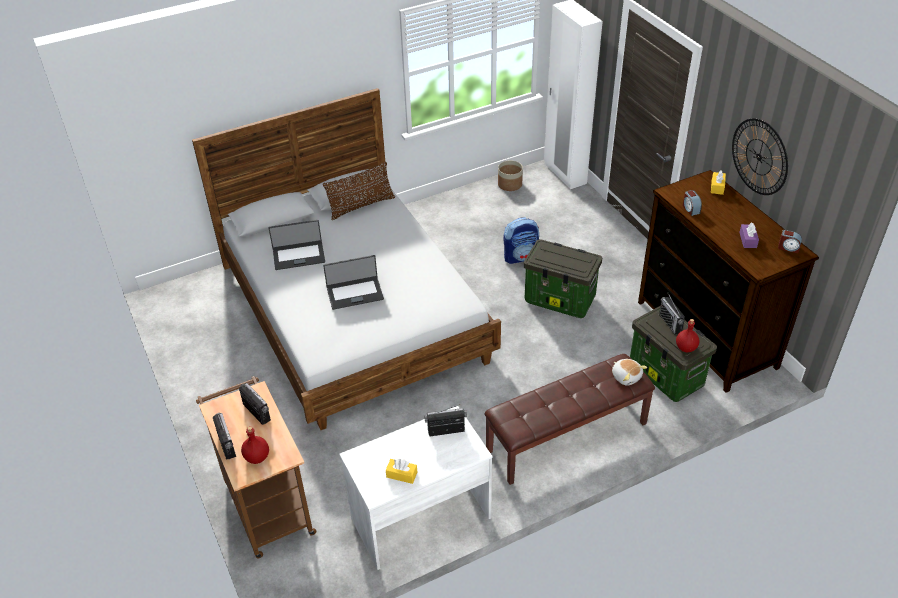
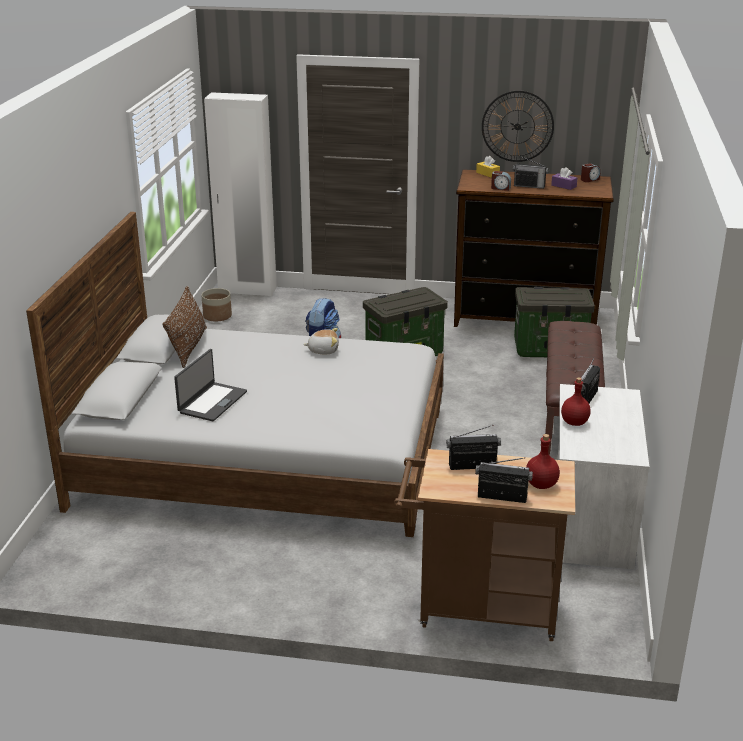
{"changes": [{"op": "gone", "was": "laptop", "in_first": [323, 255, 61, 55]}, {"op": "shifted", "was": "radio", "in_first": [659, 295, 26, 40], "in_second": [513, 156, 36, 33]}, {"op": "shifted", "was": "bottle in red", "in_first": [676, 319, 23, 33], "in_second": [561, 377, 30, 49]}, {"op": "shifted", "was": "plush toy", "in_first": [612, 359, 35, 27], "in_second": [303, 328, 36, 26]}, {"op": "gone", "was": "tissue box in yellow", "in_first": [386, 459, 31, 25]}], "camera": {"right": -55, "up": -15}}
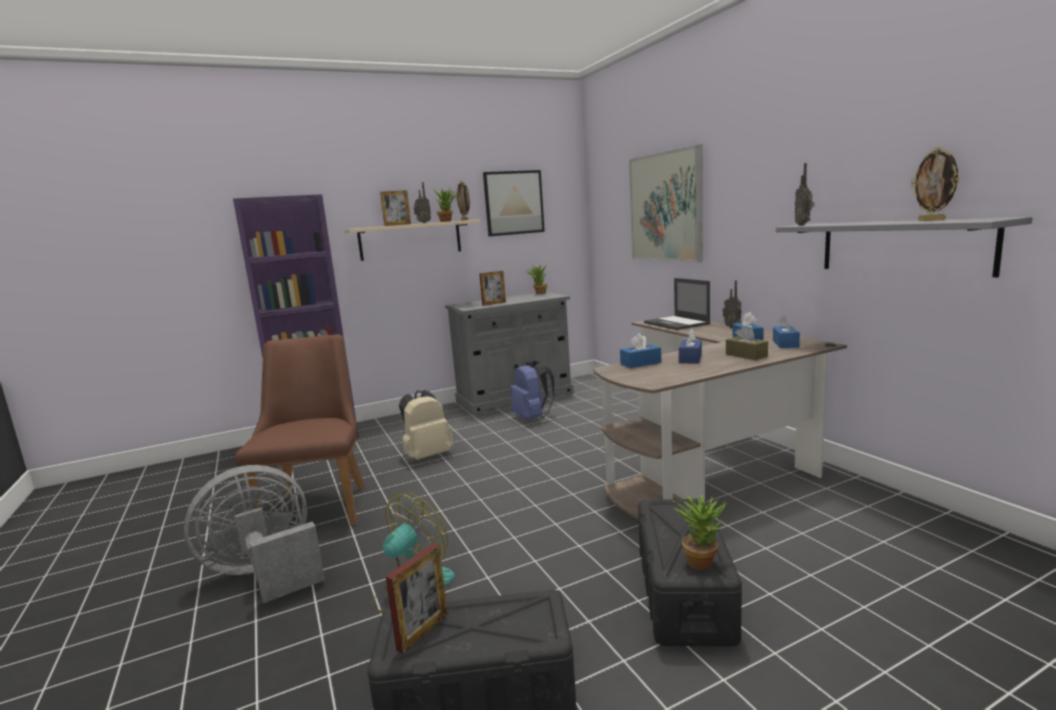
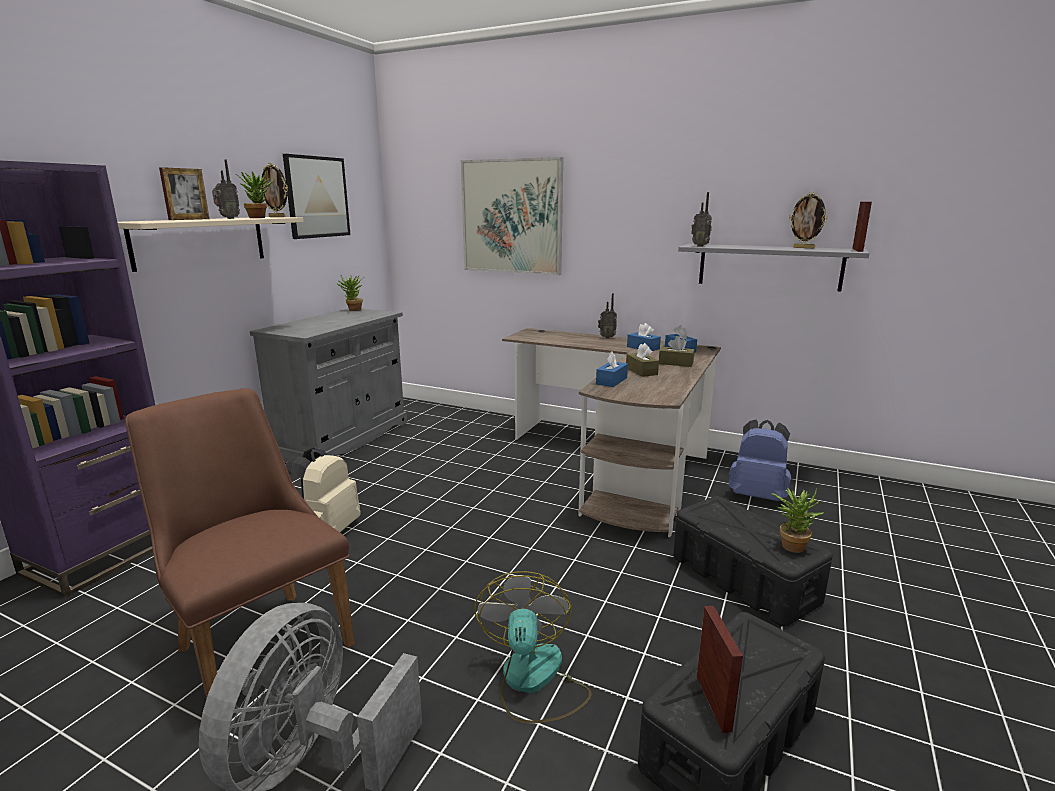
{"changes": [{"op": "shifted", "was": "picture frame", "in_first": [479, 271, 27, 35], "in_second": [852, 202, 20, 50]}, {"op": "gone", "was": "laptop", "in_first": [644, 278, 66, 52]}, {"op": "repainted", "was": "tissue box in blue", "now": "tissue box in brown", "in_first": [679, 329, 23, 35], "in_second": [626, 343, 33, 34]}, {"op": "shifted", "was": "backpack in blue", "in_first": [511, 360, 43, 60], "in_second": [728, 419, 63, 82]}], "camera": {"right": -40, "up": 5}}
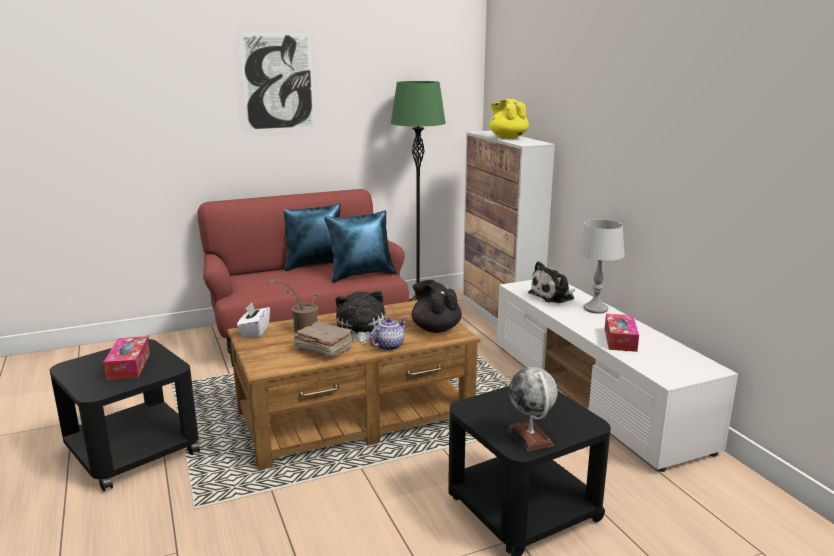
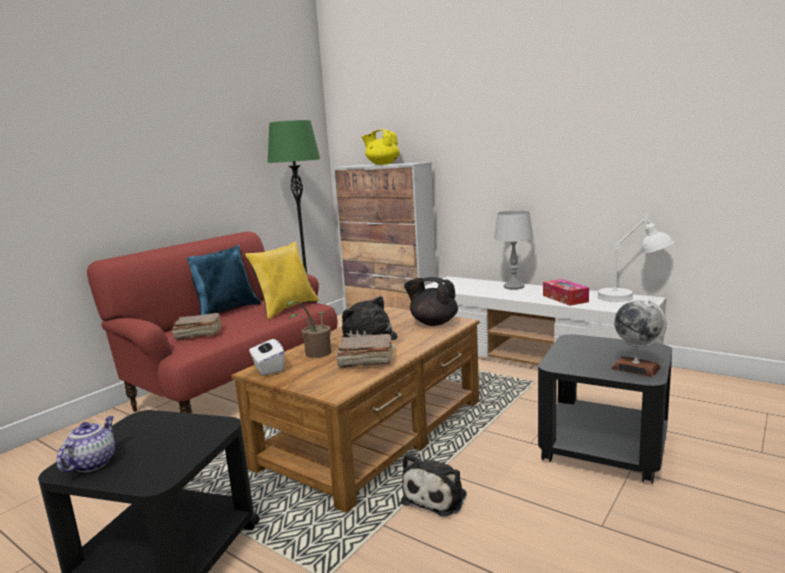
{"changes": [{"op": "gone", "was": "picture", "in_first": [239, 33, 76, 98]}, {"op": "repainted", "was": "pillow in blue", "now": "pillow in yellow", "in_first": [324, 210, 73, 73], "in_second": [245, 241, 74, 79]}, {"op": "shifted", "was": "plush toy", "in_first": [528, 261, 47, 42], "in_second": [401, 453, 66, 64]}, {"op": "shifted", "was": "teapot", "in_first": [369, 318, 38, 33], "in_second": [57, 416, 58, 56]}, {"op": "gone", "was": "tissue box", "in_first": [104, 336, 46, 44]}, {"op": "new", "now": "table lamp in white", "in_second": [597, 214, 77, 88]}, {"op": "new", "now": "book in brown", "in_second": [172, 313, 50, 27]}], "camera": {"right": -30, "up": -5}}
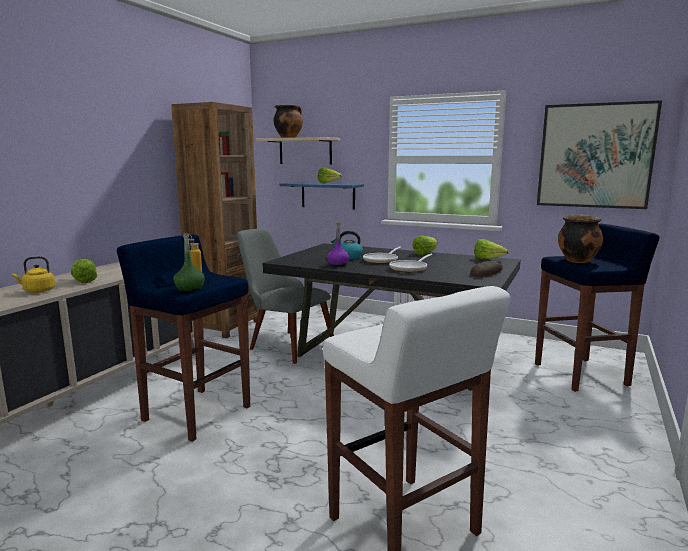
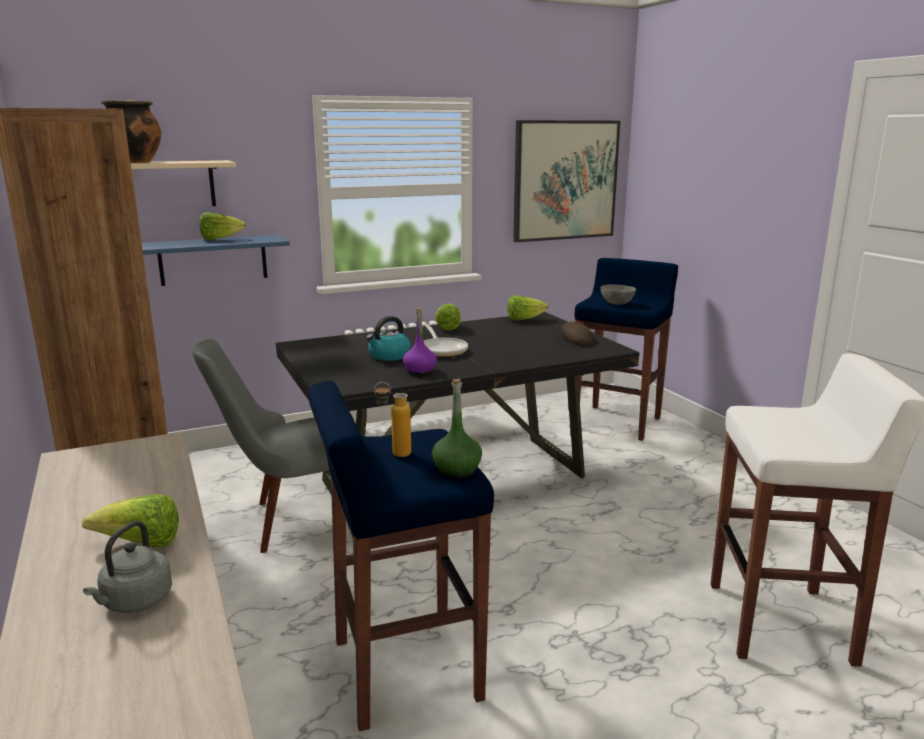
{"changes": [{"op": "swapped", "was": "cooking pot", "now": "bowl in grey", "in_first": [558, 214, 45, 49], "in_second": [600, 284, 36, 21]}, {"op": "gone", "was": "frying pan", "in_first": [389, 254, 44, 19]}, {"op": "repainted", "was": "kettle in yellow", "now": "kettle in grey", "in_first": [12, 256, 43, 37], "in_second": [83, 521, 89, 92]}], "camera": {"right": -50, "up": 5}}
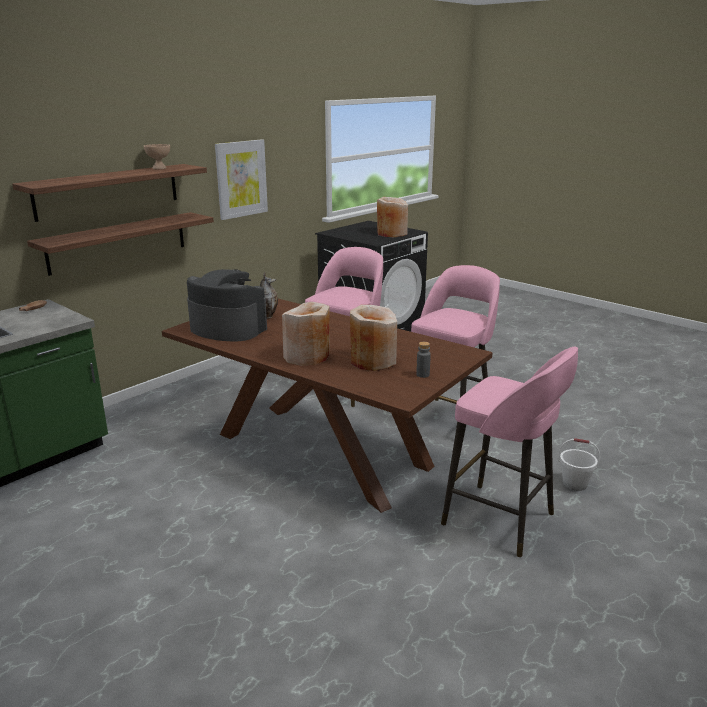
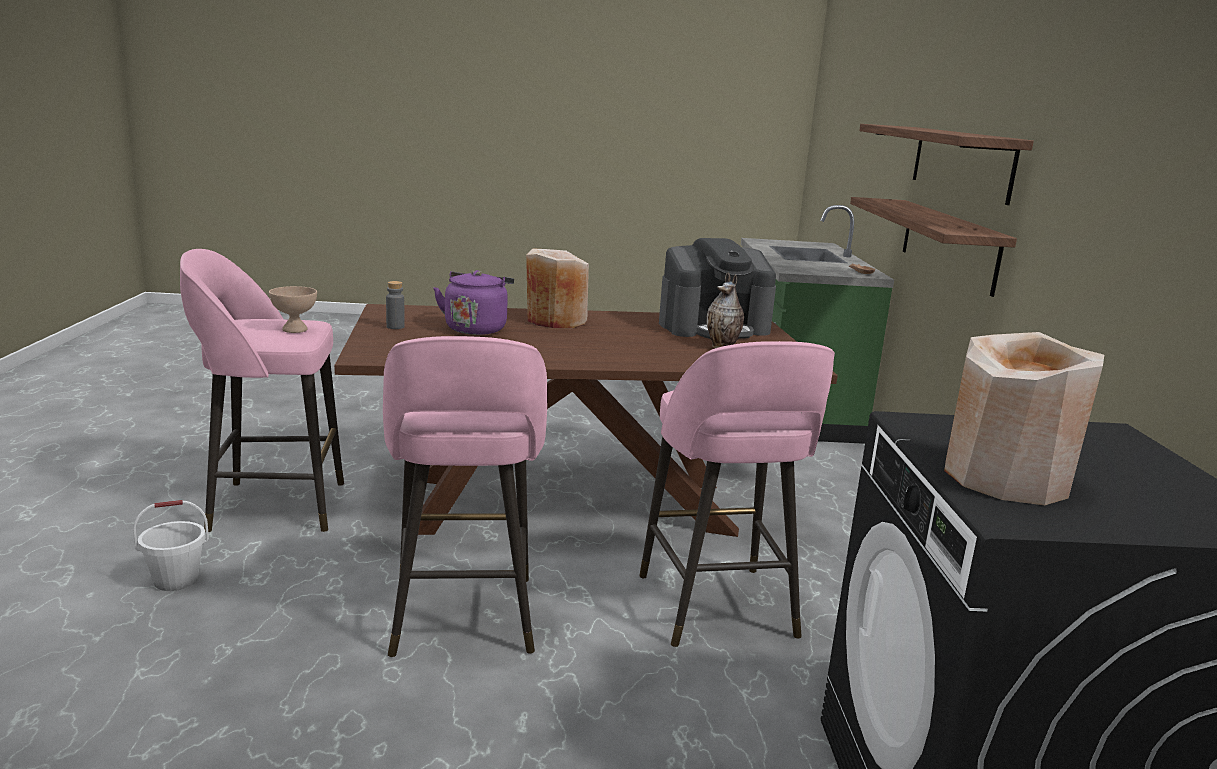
{"changes": [{"op": "gone", "was": "picture", "in_first": [215, 139, 53, 81]}, {"op": "shifted", "was": "bowl in beige", "in_first": [144, 144, 26, 25], "in_second": [269, 286, 48, 47]}, {"op": "swapped", "was": "vase in beige", "now": "kettle in purple", "in_first": [350, 305, 47, 66], "in_second": [433, 270, 81, 65]}], "camera": {"right": 135, "up": -5}}
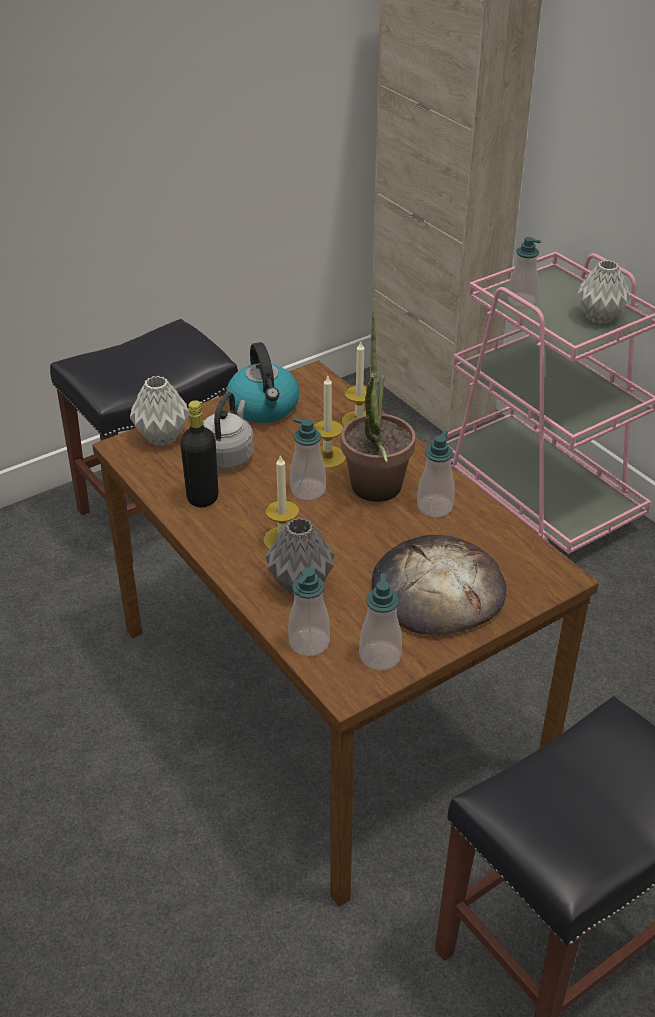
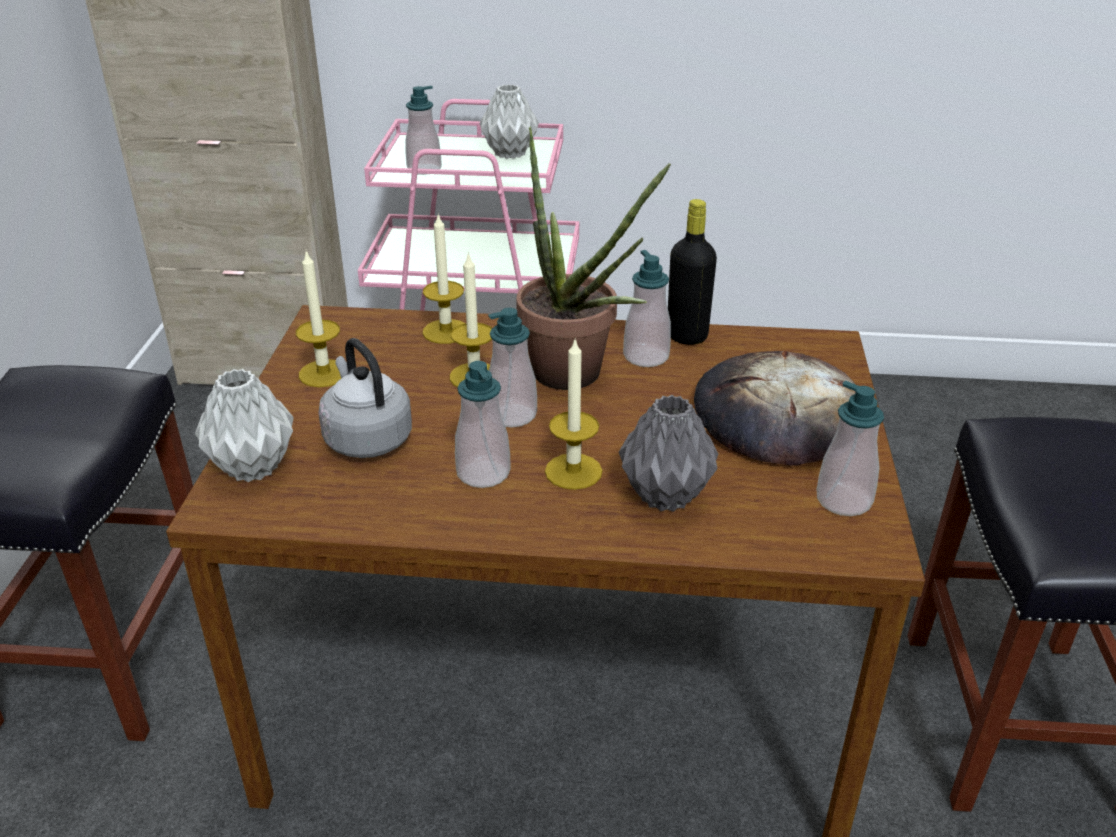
{"changes": [{"op": "swapped", "was": "kettle", "now": "candle", "in_first": [226, 342, 74, 81], "in_second": [296, 251, 45, 136]}, {"op": "shifted", "was": "bottle in black", "in_first": [180, 400, 39, 107], "in_second": [668, 199, 49, 146]}, {"op": "shifted", "was": "soap dispenser", "in_first": [288, 567, 42, 89], "in_second": [455, 361, 56, 127]}], "camera": {"right": -50, "up": -5}}
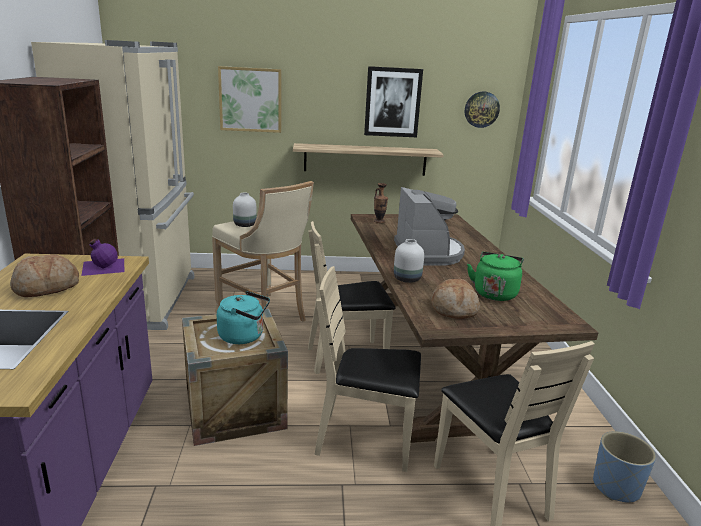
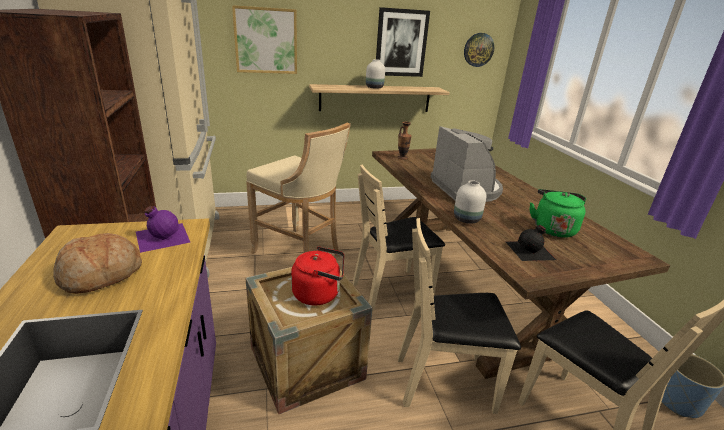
{"changes": [{"op": "shifted", "was": "vase in white", "in_first": [233, 193, 24, 34], "in_second": [366, 59, 19, 30]}, {"op": "swapped", "was": "bread", "now": "bottle in black", "in_first": [431, 279, 49, 40], "in_second": [506, 225, 50, 36]}, {"op": "repainted", "was": "kettle in turquoise", "now": "kettle in red", "in_first": [217, 291, 53, 53], "in_second": [291, 247, 53, 59]}], "camera": {"right": -10, "up": 5}}
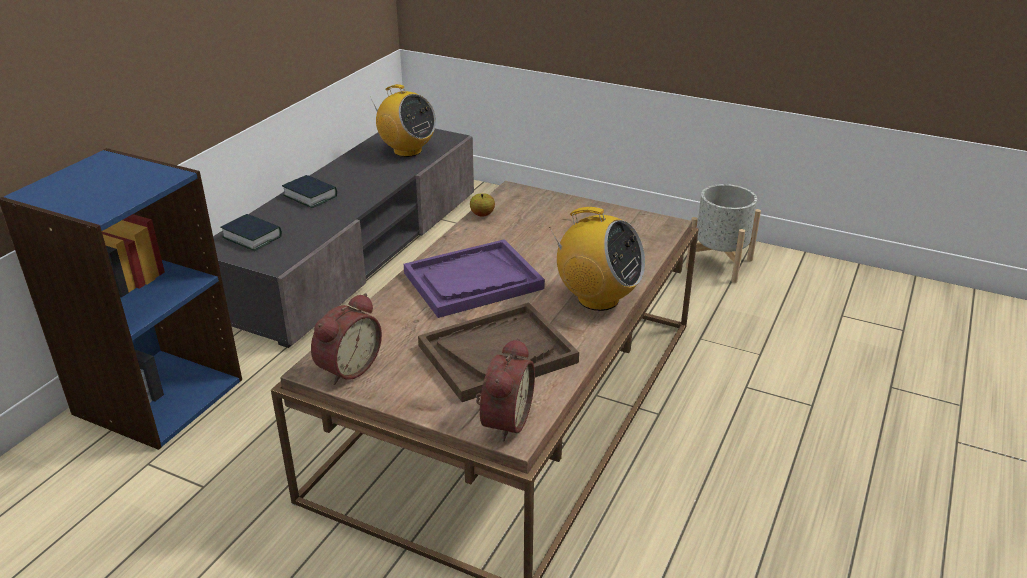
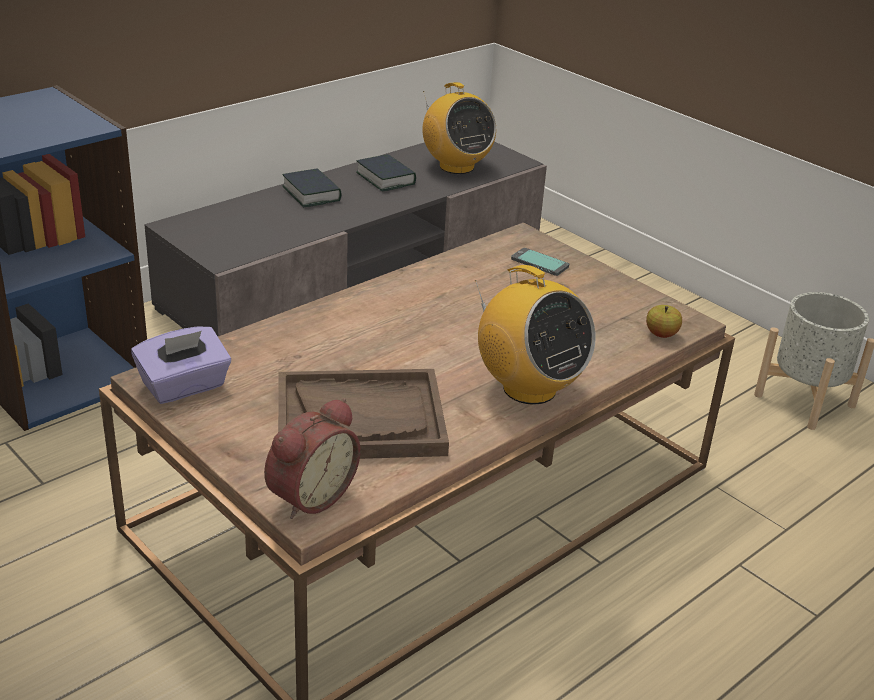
{"changes": [{"op": "shifted", "was": "apple", "in_first": [470, 193, 25, 23], "in_second": [646, 305, 36, 33]}, {"op": "shifted", "was": "book", "in_first": [220, 214, 62, 37], "in_second": [356, 154, 60, 38]}, {"op": "gone", "was": "tray in purple", "in_first": [404, 239, 141, 79]}, {"op": "swapped", "was": "alarm clock", "now": "tissue box in purple", "in_first": [311, 293, 71, 92], "in_second": [131, 327, 100, 77]}, {"op": "new", "now": "phone", "in_second": [511, 248, 58, 28]}], "camera": {"right": 20, "up": 0}}
